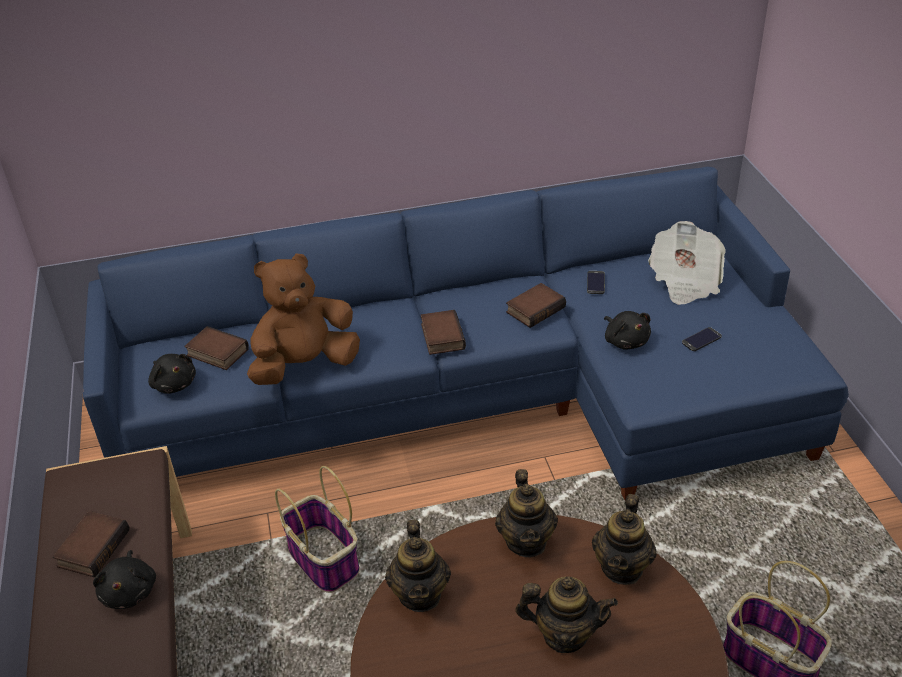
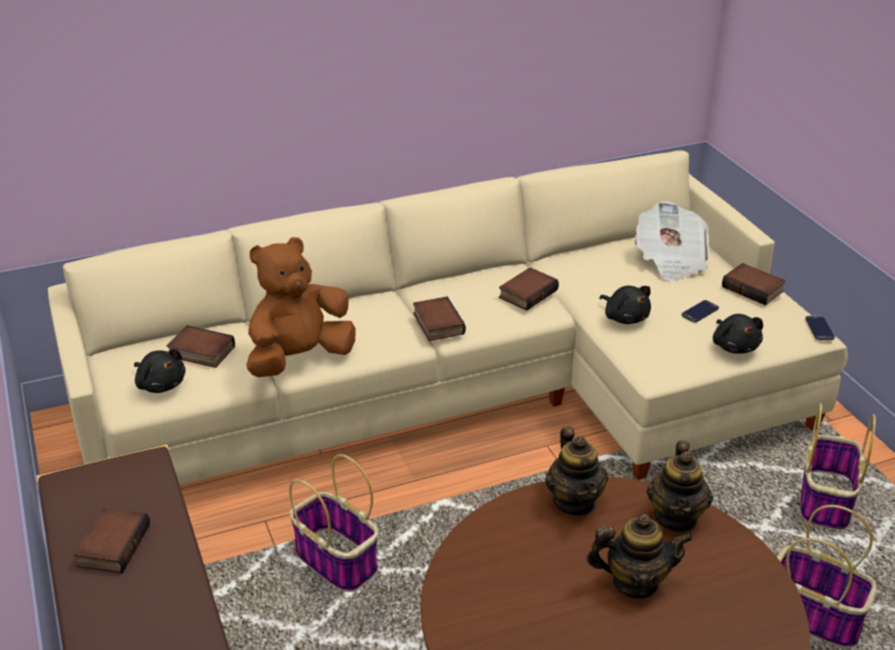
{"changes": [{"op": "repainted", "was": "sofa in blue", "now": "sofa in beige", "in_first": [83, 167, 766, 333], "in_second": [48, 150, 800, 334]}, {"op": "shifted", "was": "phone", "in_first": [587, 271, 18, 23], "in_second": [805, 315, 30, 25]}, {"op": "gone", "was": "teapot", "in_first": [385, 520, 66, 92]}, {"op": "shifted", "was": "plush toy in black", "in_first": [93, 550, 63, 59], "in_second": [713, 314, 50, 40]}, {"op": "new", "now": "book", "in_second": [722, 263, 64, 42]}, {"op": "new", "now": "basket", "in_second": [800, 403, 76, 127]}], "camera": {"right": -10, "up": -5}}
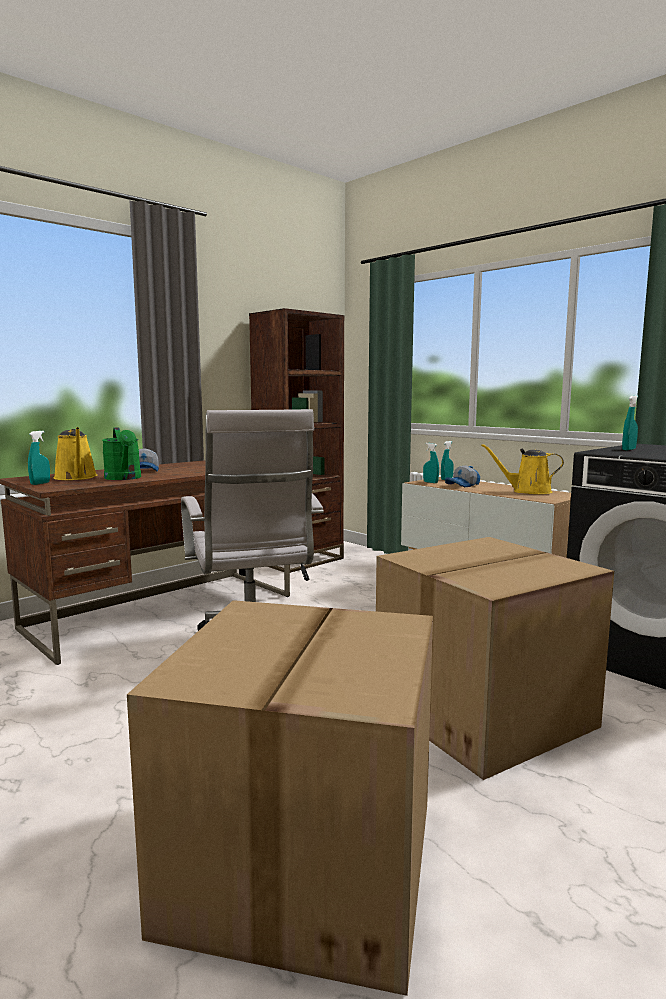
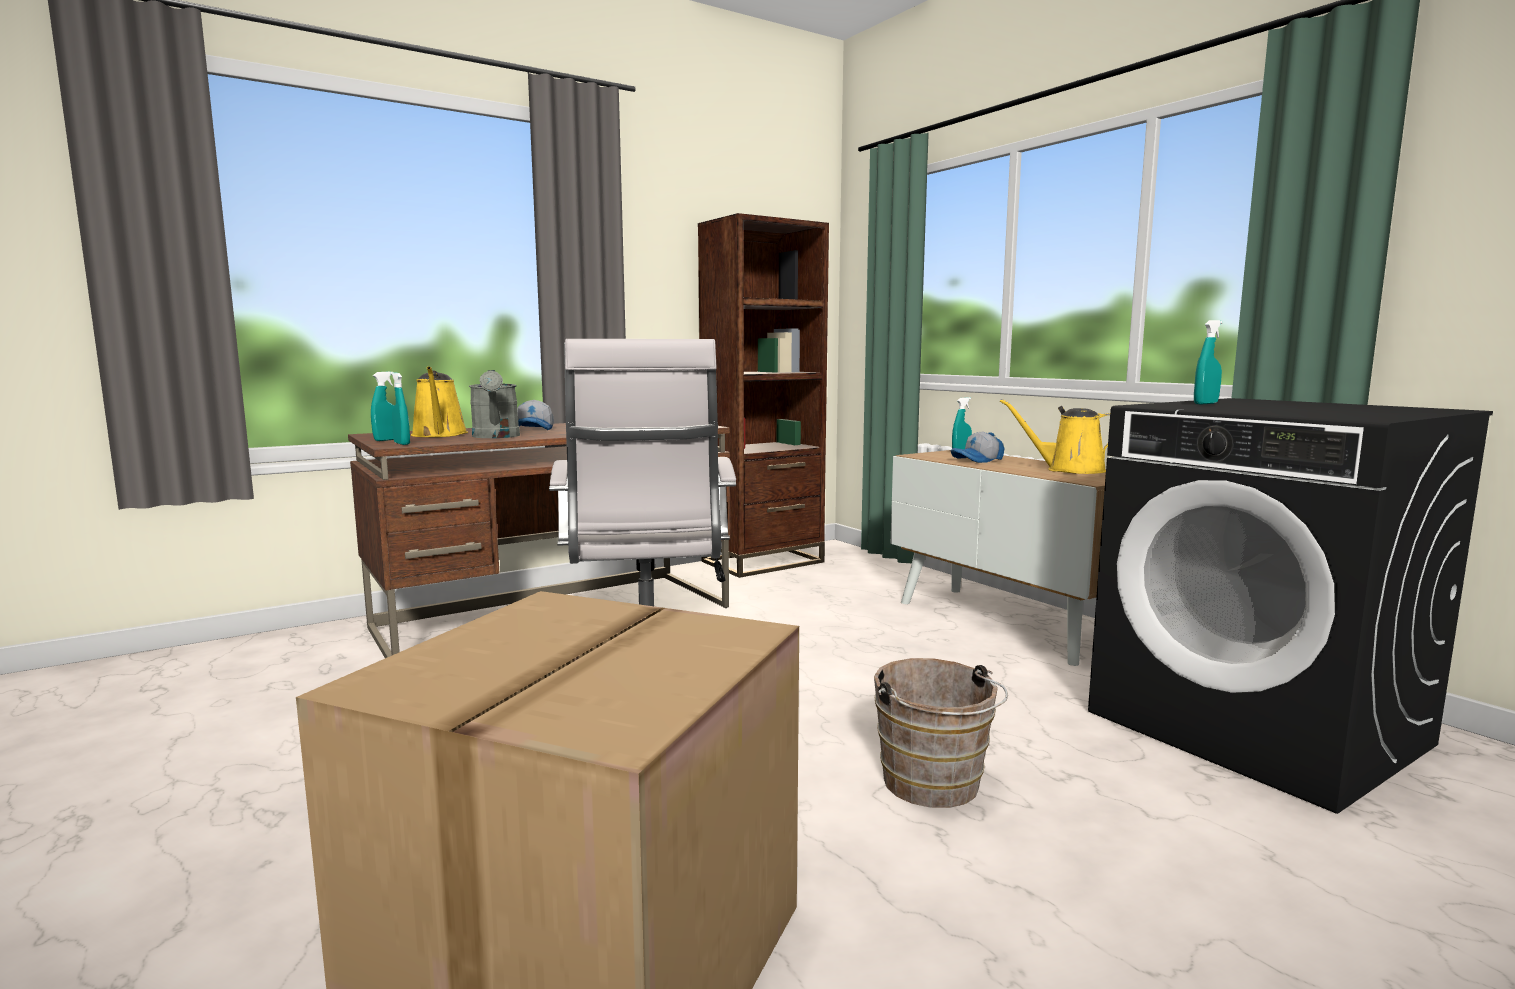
{"changes": [{"op": "repainted", "was": "watering can in green", "now": "watering can in grey", "in_first": [102, 427, 39, 53], "in_second": [469, 370, 51, 68]}, {"op": "shifted", "was": "spray bottle in turquoise", "in_first": [423, 443, 16, 40], "in_second": [392, 372, 18, 73]}, {"op": "swapped", "was": "cardboard box", "now": "bucket in brown", "in_first": [376, 537, 238, 243], "in_second": [874, 658, 134, 150]}], "camera": {"right": 10, "up": 0}}
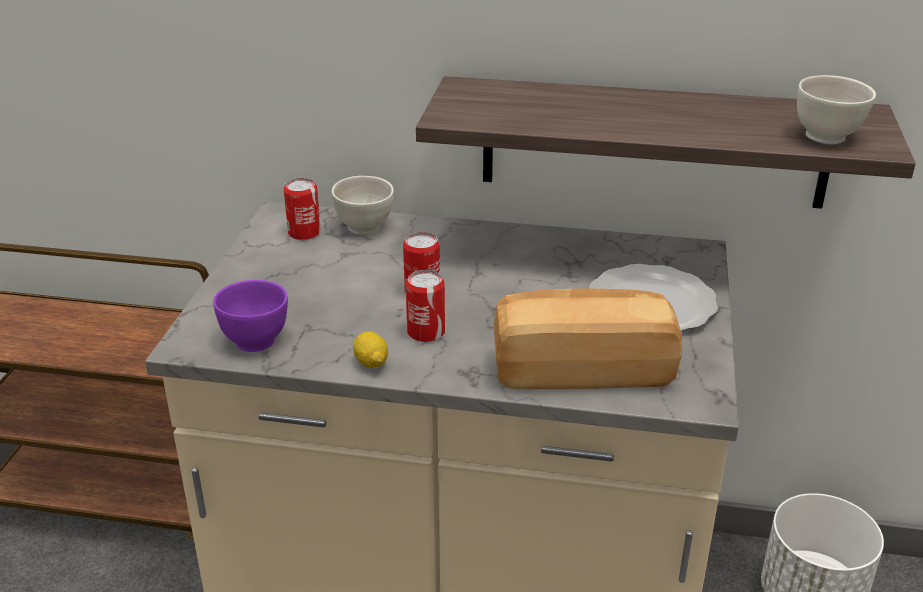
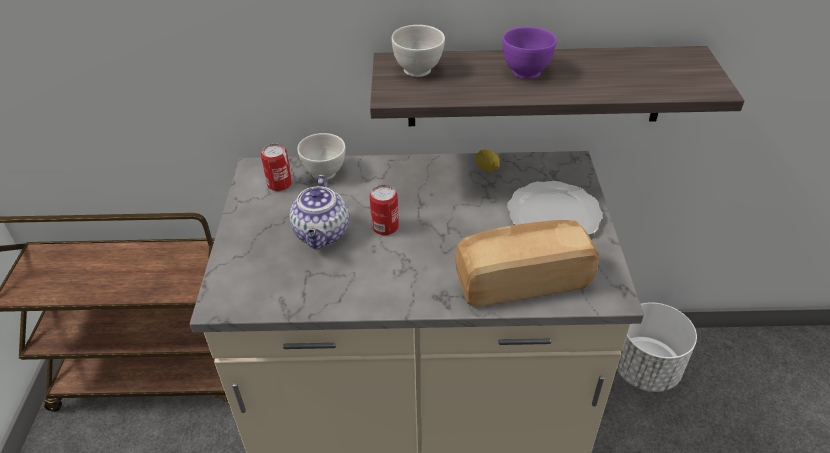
{"changes": [{"op": "shifted", "was": "bowl in white", "in_first": [797, 75, 79, 70], "in_second": [391, 25, 54, 52]}, {"op": "gone", "was": "can", "in_first": [406, 270, 39, 72]}, {"op": "shifted", "was": "bowl in purple", "in_first": [213, 280, 75, 72], "in_second": [502, 27, 55, 52]}, {"op": "shifted", "was": "lemon", "in_first": [353, 332, 35, 36], "in_second": [476, 149, 24, 23]}, {"op": "new", "now": "teapot", "in_second": [290, 175, 59, 74]}], "camera": {"right": -10, "up": 10}}
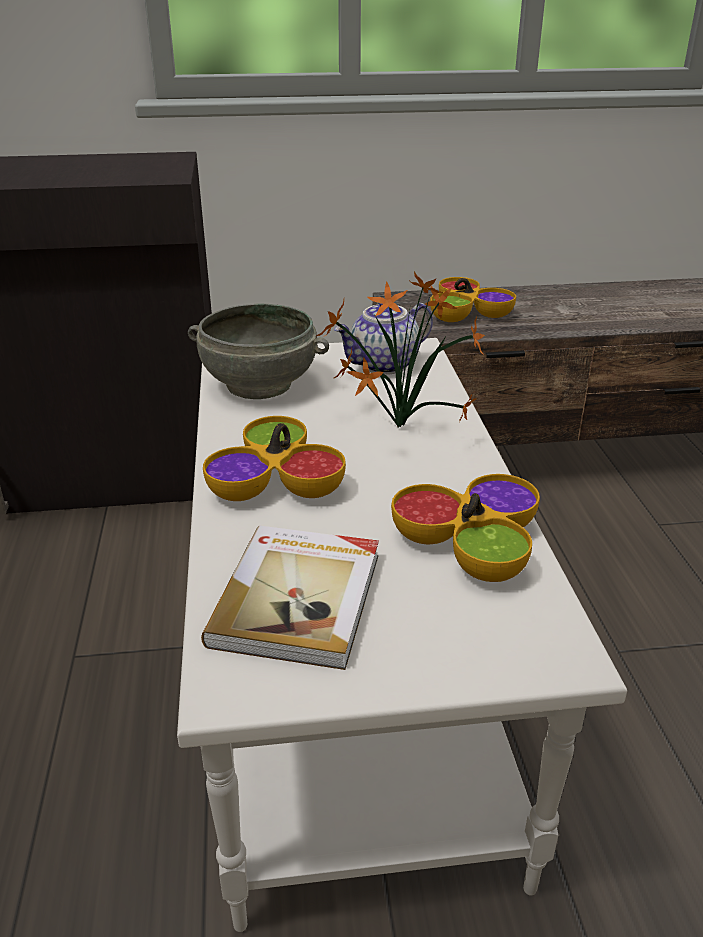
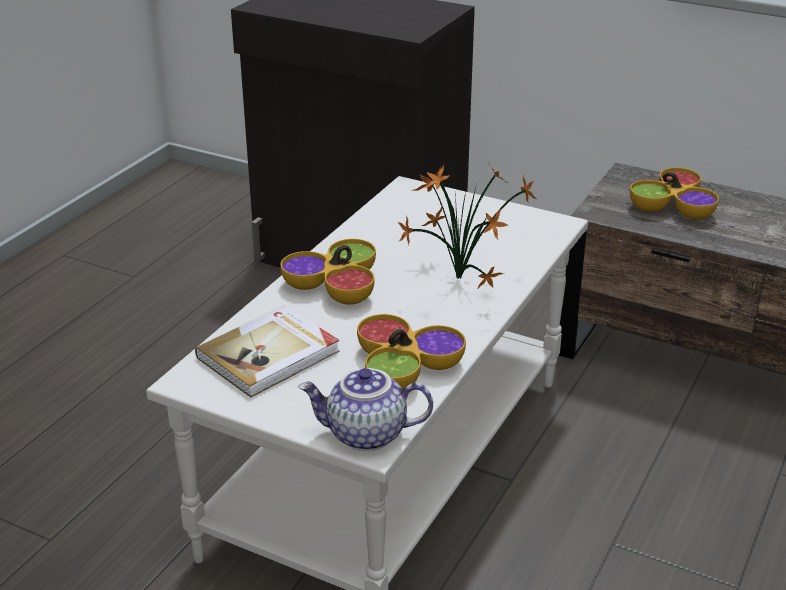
{"changes": [{"op": "shifted", "was": "teapot", "in_first": [334, 303, 99, 72], "in_second": [298, 368, 135, 83]}, {"op": "gone", "was": "bowl in grey", "in_first": [188, 304, 141, 95]}], "camera": {"right": 35, "up": 0}}
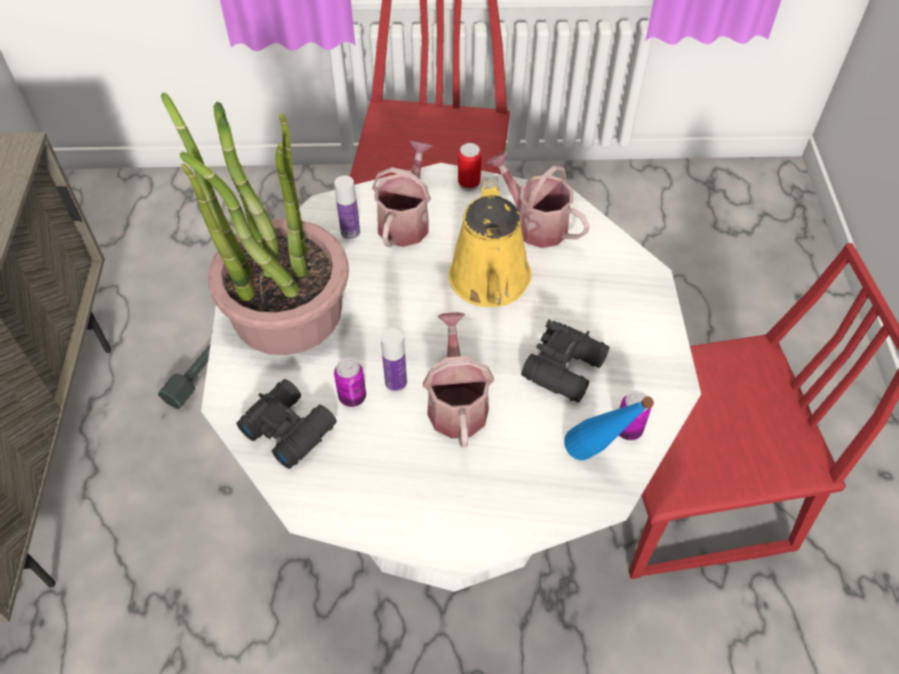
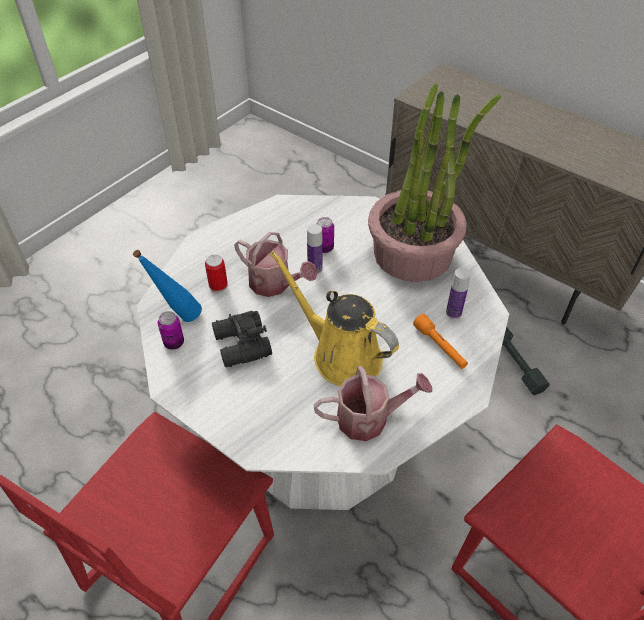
{"changes": [{"op": "swapped", "was": "watering can", "now": "flashlight in orange", "in_first": [372, 141, 60, 107], "in_second": [413, 314, 55, 55]}, {"op": "shifted", "was": "can", "in_first": [458, 143, 24, 48], "in_second": [205, 255, 23, 38]}, {"op": "gone", "was": "binoculars in black", "in_first": [236, 379, 101, 90]}], "camera": {"right": 130, "up": -5}}
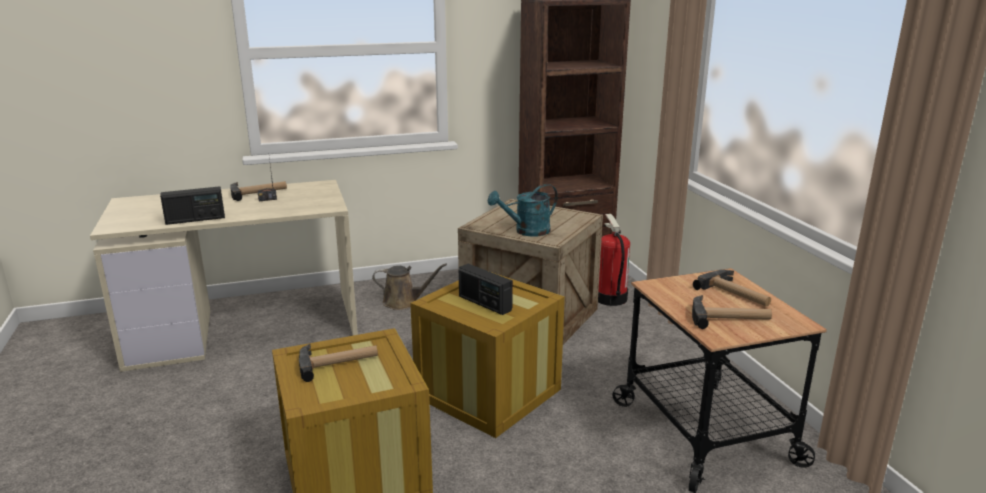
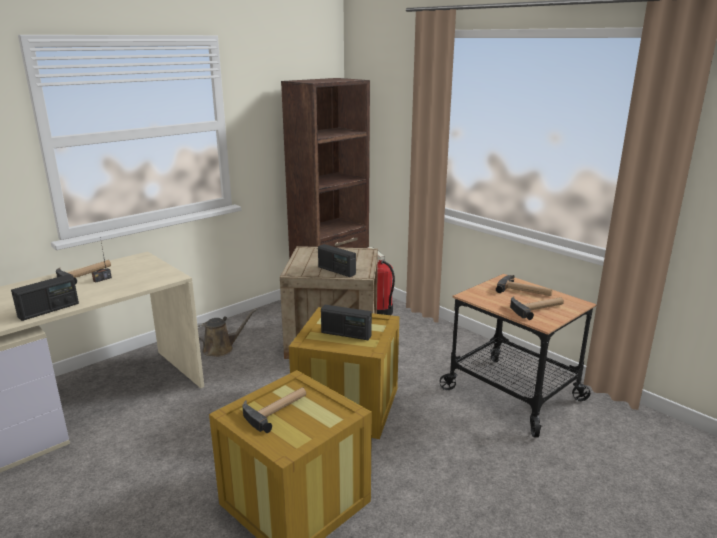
{"changes": [{"op": "swapped", "was": "watering can in turquoise", "now": "radio", "in_first": [488, 184, 70, 53], "in_second": [318, 244, 38, 33]}], "camera": {"right": -25, "up": 0}}
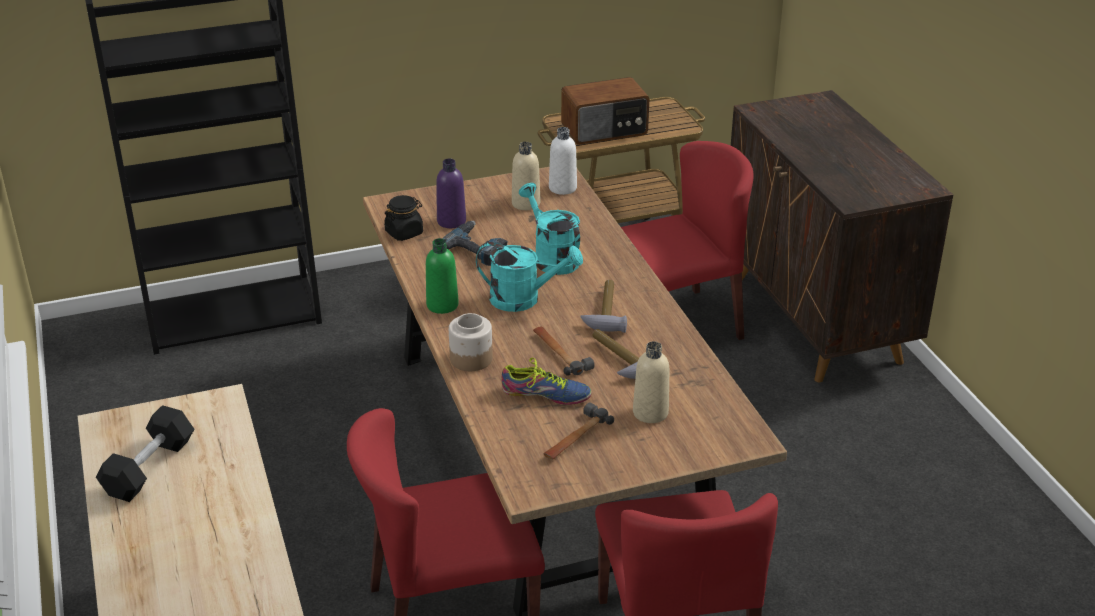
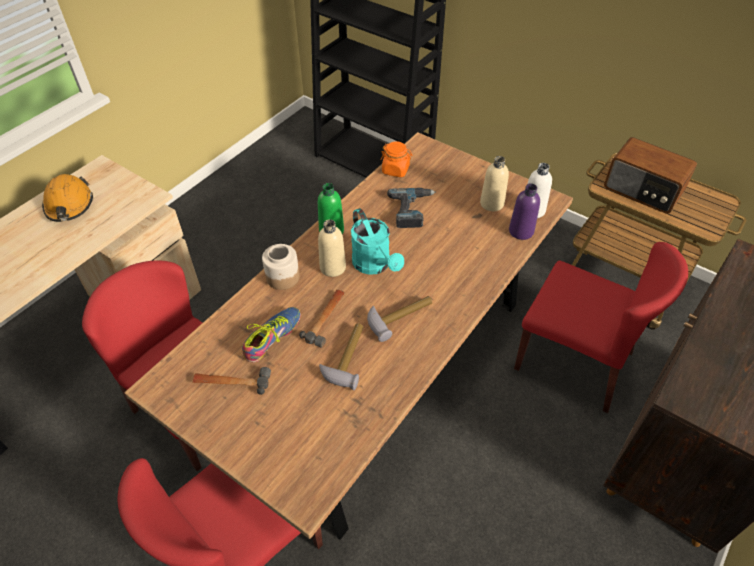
{"changes": [{"op": "shifted", "was": "bottle in purple", "in_first": [436, 158, 30, 70], "in_second": [509, 183, 31, 57]}, {"op": "gone", "was": "watering can in turquoise", "in_first": [519, 183, 61, 92]}, {"op": "repainted", "was": "jar in black", "now": "jar in orange", "in_first": [384, 195, 39, 46], "in_second": [381, 141, 32, 36]}, {"op": "shifted", "was": "bottle in beige", "in_first": [633, 341, 36, 82], "in_second": [318, 220, 28, 57]}, {"op": "rotated", "was": "shoe", "in_first": [501, 358, 91, 47], "in_second": [242, 307, 59, 56], "clockwise": -120}, {"op": "swapped", "was": "dumbbell in black", "now": "hard hat in orange", "in_first": [96, 405, 98, 97], "in_second": [42, 174, 51, 48]}], "camera": {"right": 55, "up": 15}}
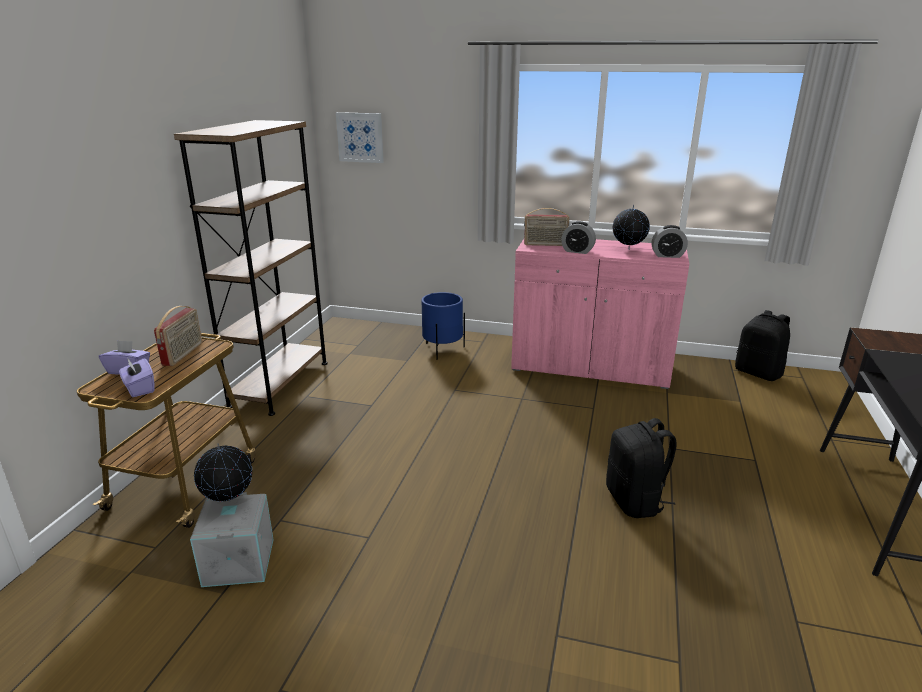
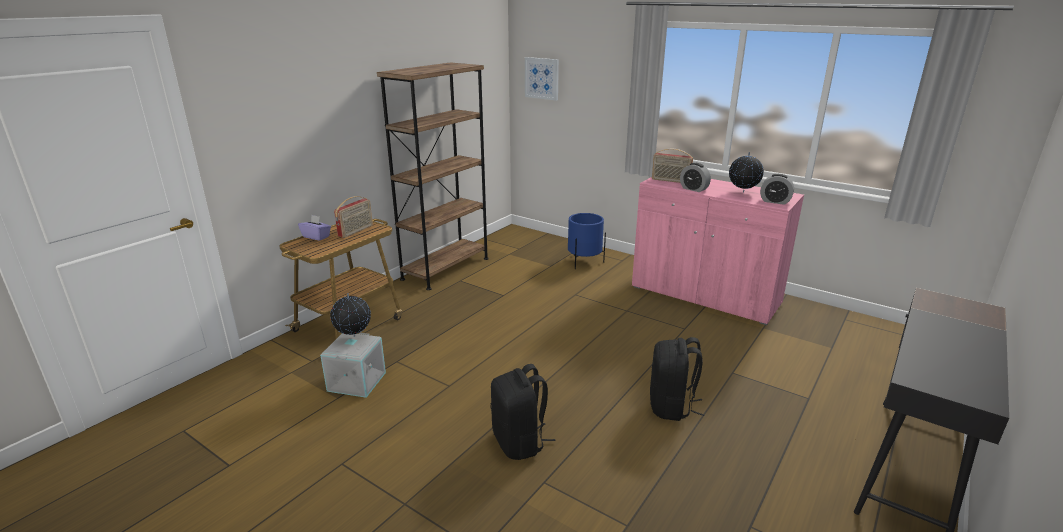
{"changes": [{"op": "shifted", "was": "backpack in black", "in_first": [735, 310, 55, 71], "in_second": [490, 364, 66, 96]}, {"op": "gone", "was": "tissue box in purple", "in_first": [119, 357, 35, 40]}], "camera": {"right": 20, "up": 0}}
